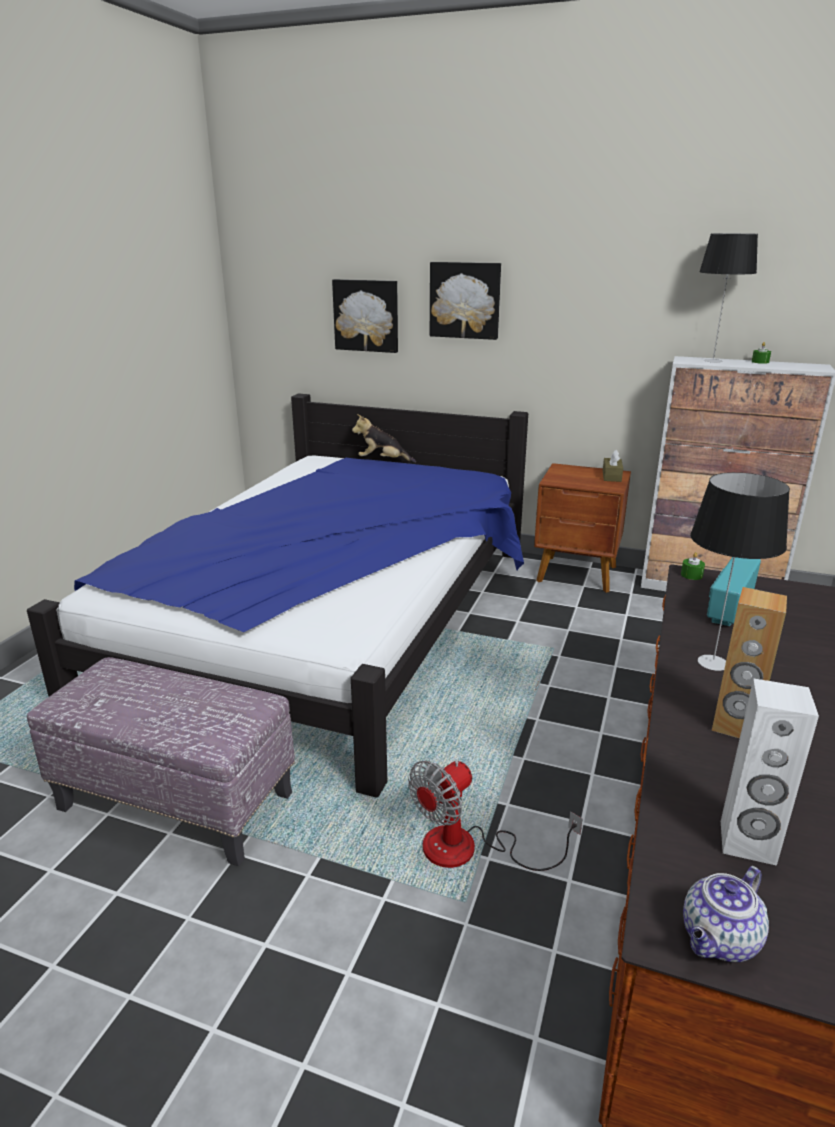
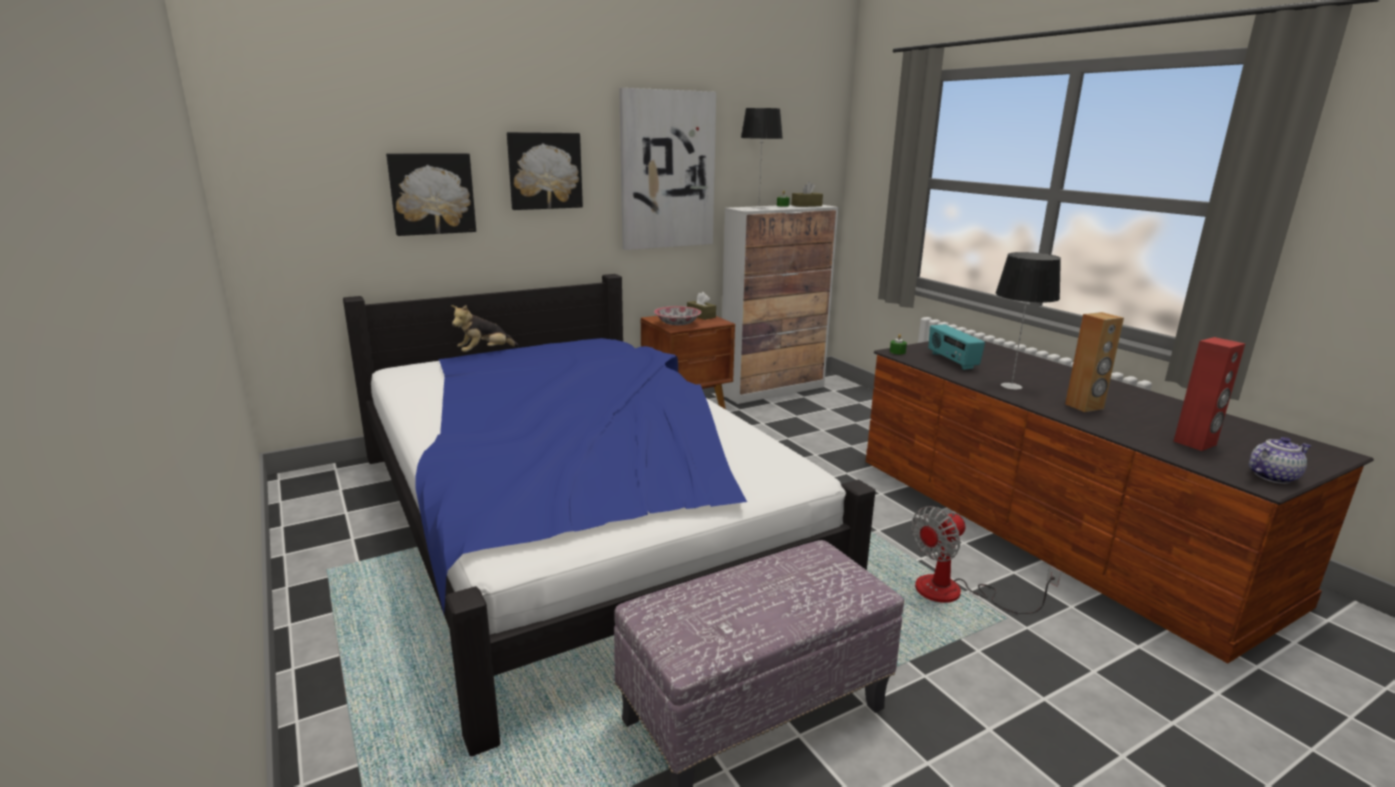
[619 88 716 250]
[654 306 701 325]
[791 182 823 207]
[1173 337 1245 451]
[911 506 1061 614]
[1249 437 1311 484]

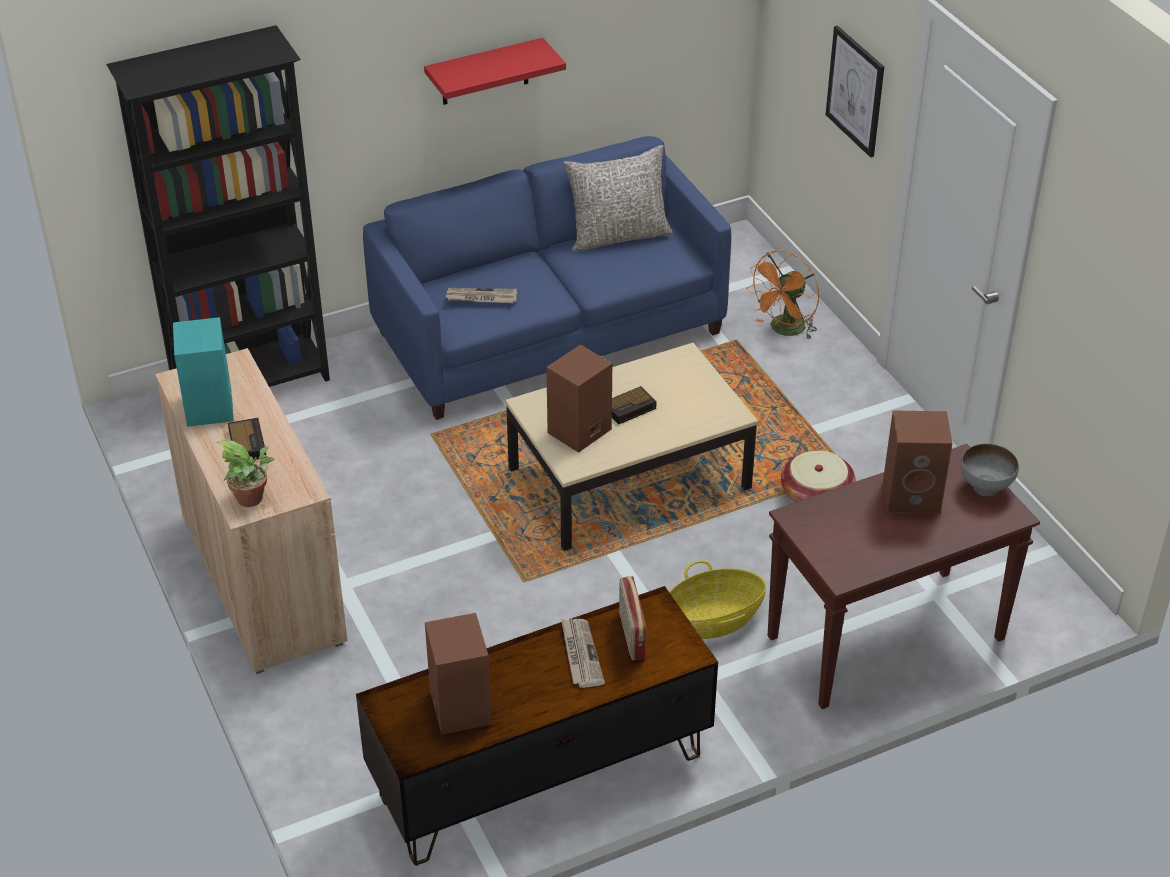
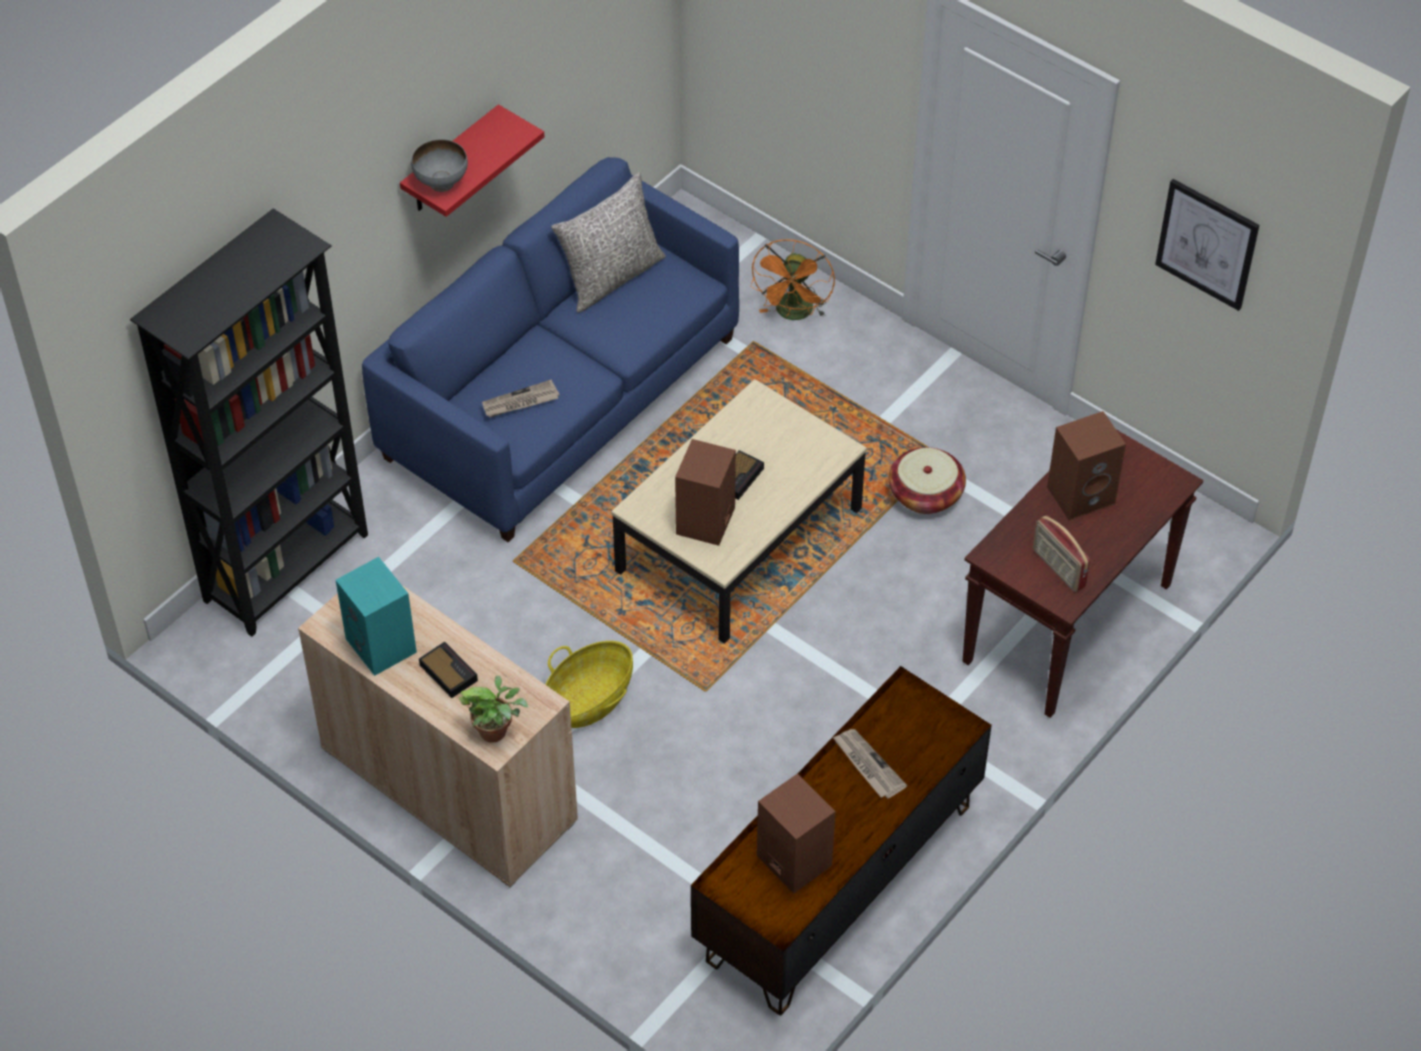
[1033 515 1090 592]
[545 641 633 728]
[1155 179 1259 311]
[411 139 468 192]

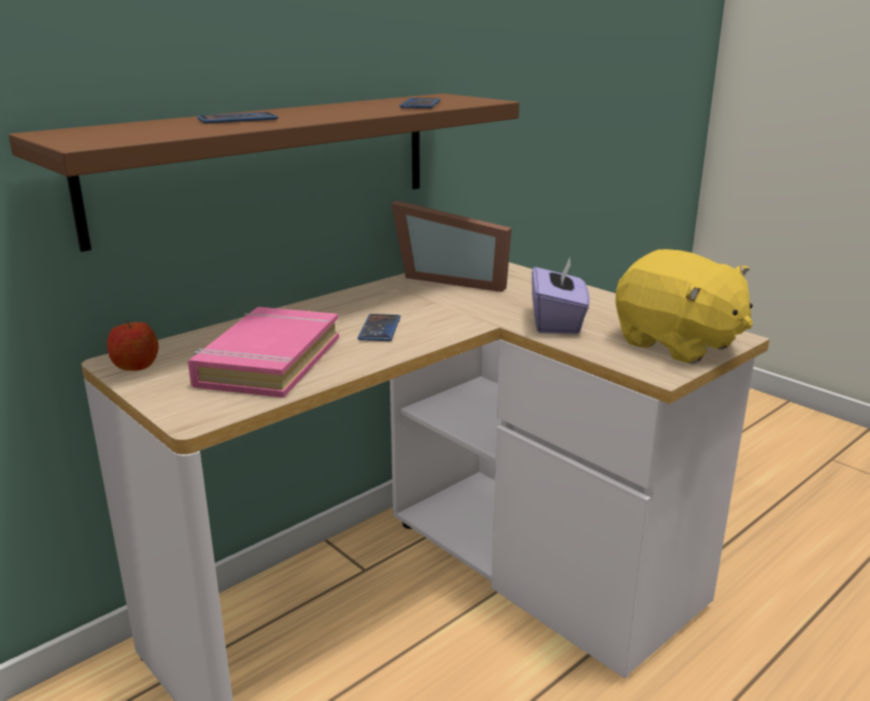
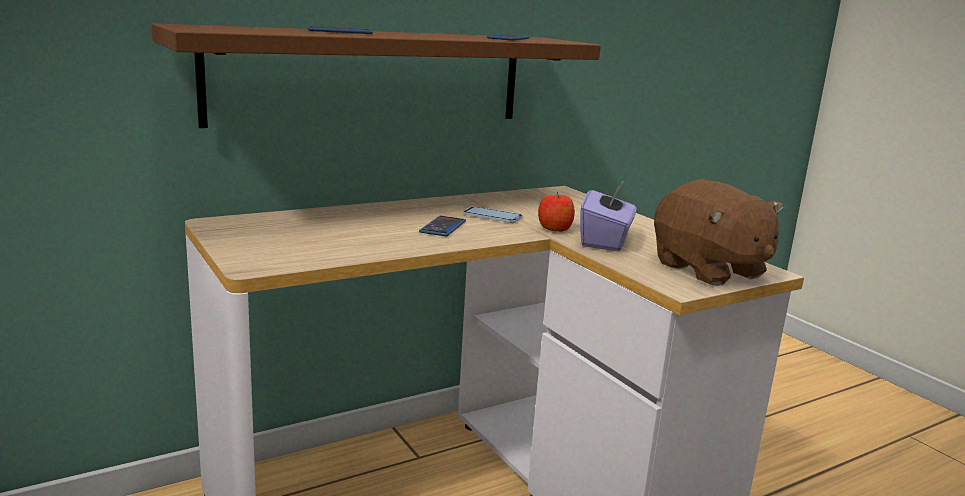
[188 307 339 398] (first image)
[391 201 512 292] (first image)
[463 206 523 223]
[538 191 575 232]
[654 179 784 286]

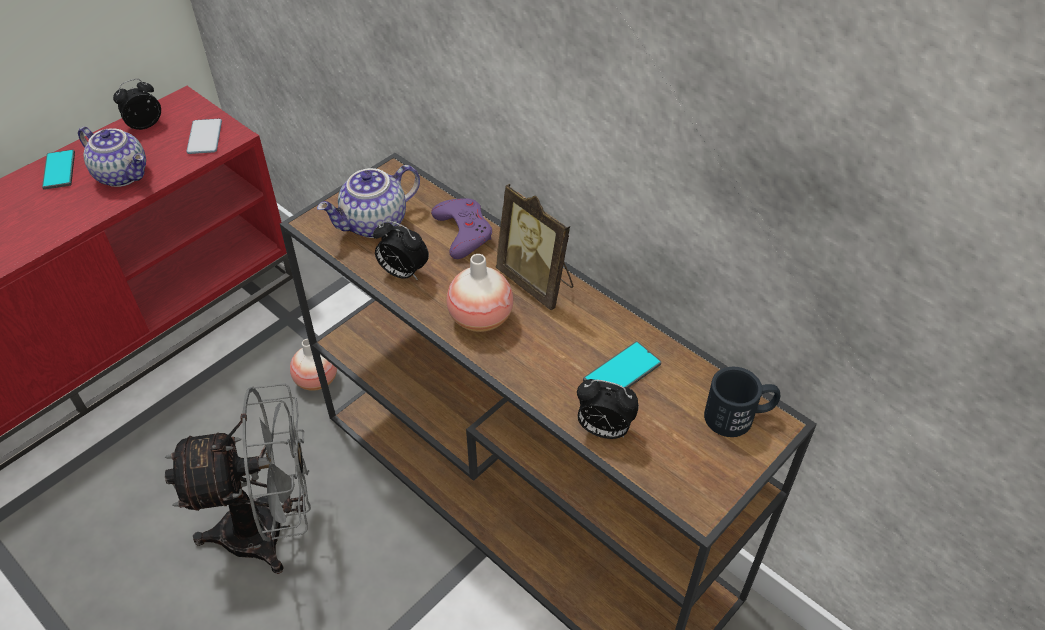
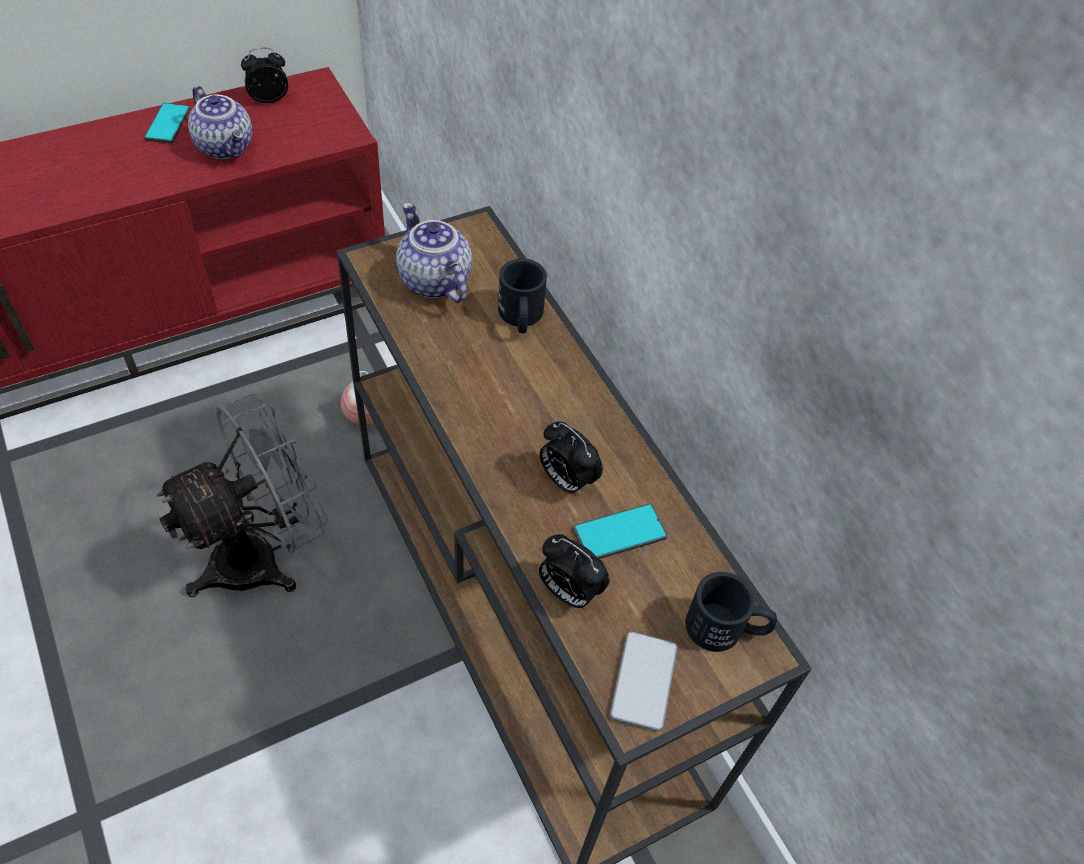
[446 254 513 332] (first image)
[496 184 573 310] (first image)
[610 631 677 731]
[540 421 603 496]
[498 258 547 334]
[156 393 328 597]
[396 202 472 303]

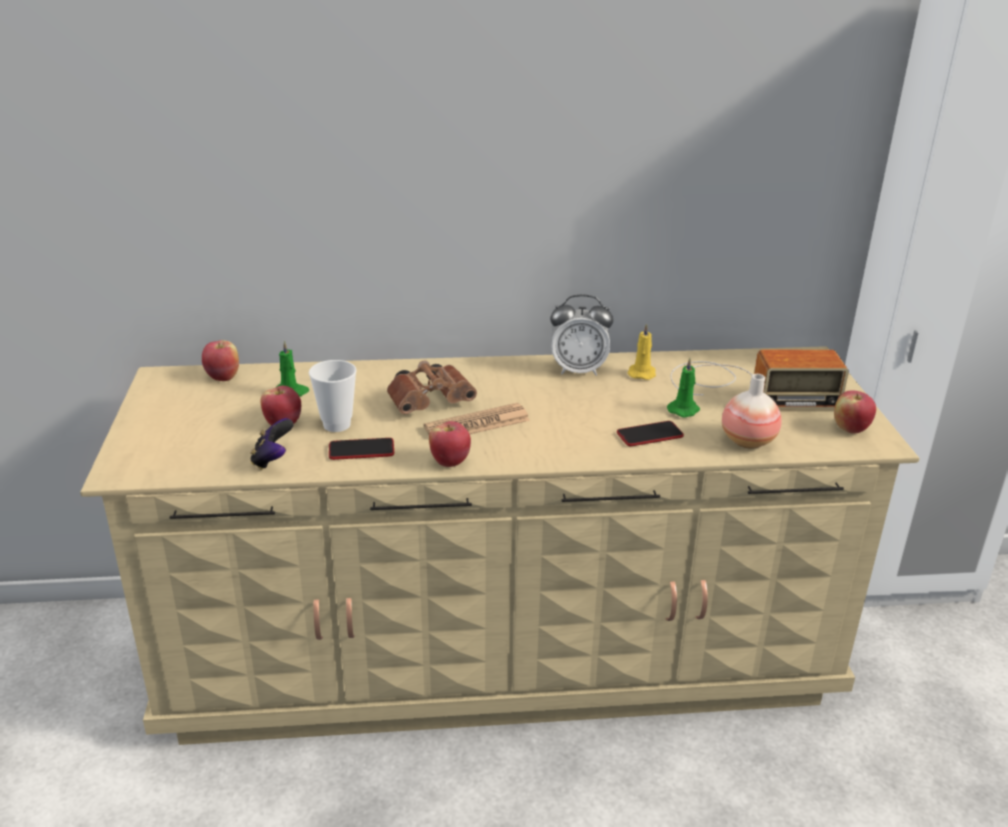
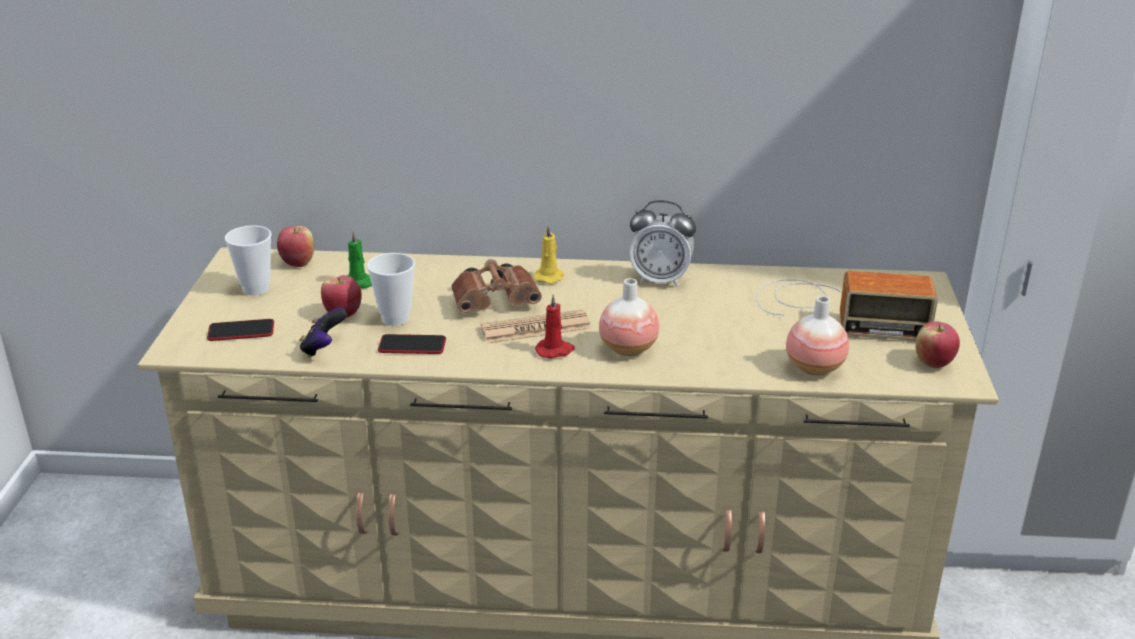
[429 421 471 467] (first image)
[667 358 700 417] (first image)
[225 225 271 295]
[535 294 575 358]
[599 278 659 356]
[207 319 274 341]
[533 225 564 284]

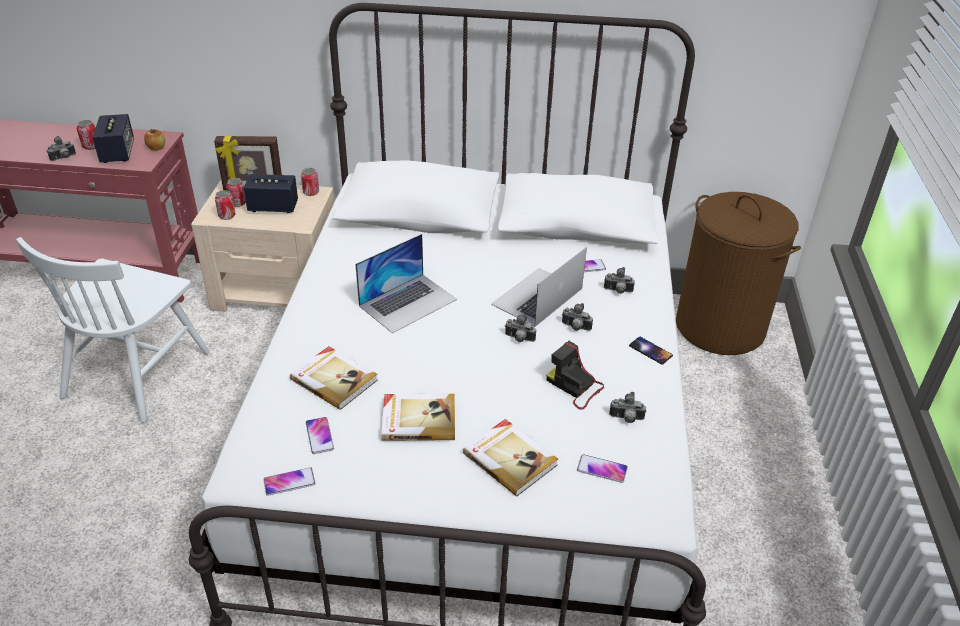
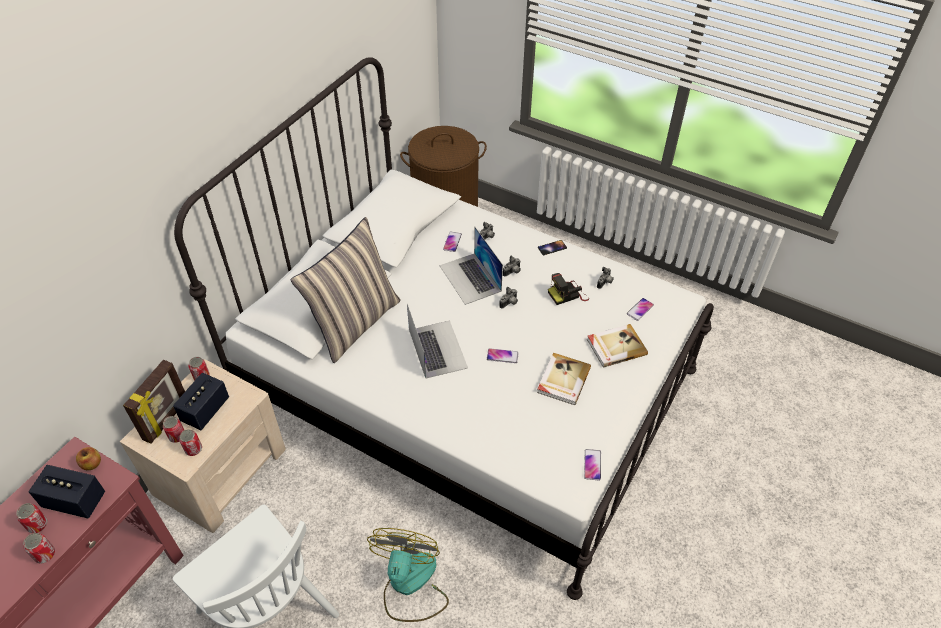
[290 346 378 410] (first image)
[291 217 401 363]
[367 528 449 622]
[487 348 519 363]
[23 533 55 564]

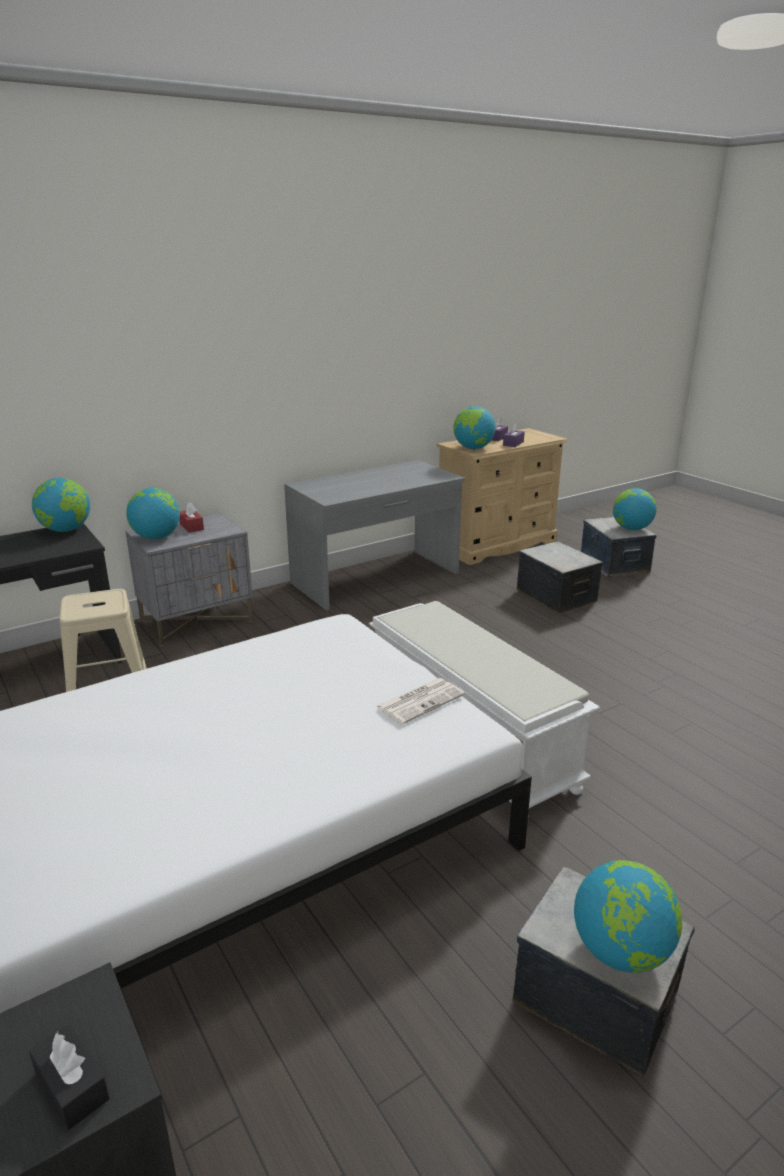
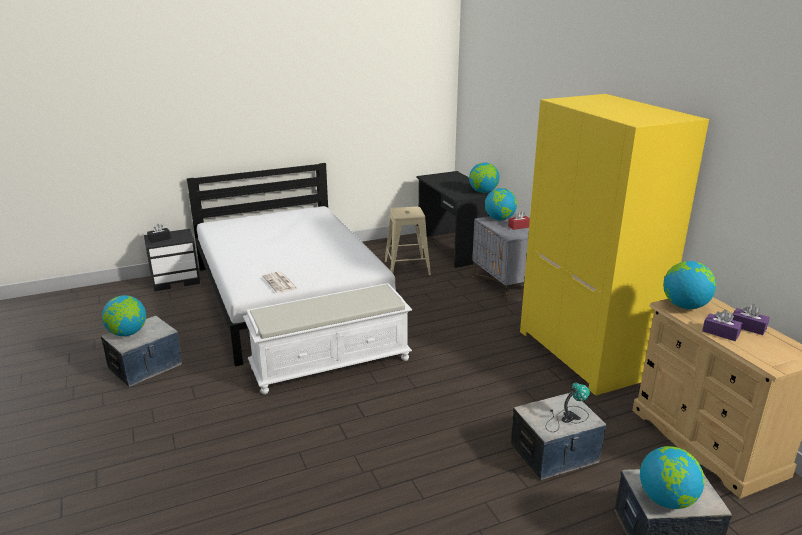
[546 382 590 432]
[520 94 709 396]

